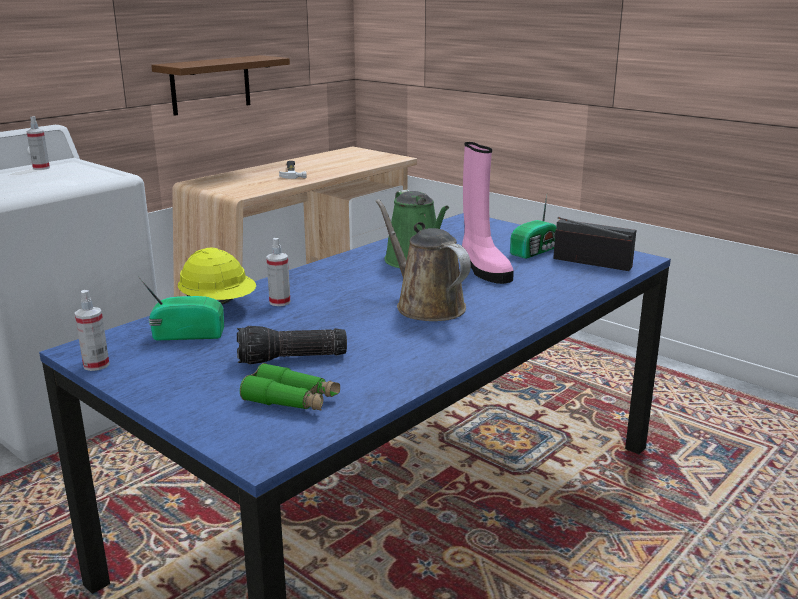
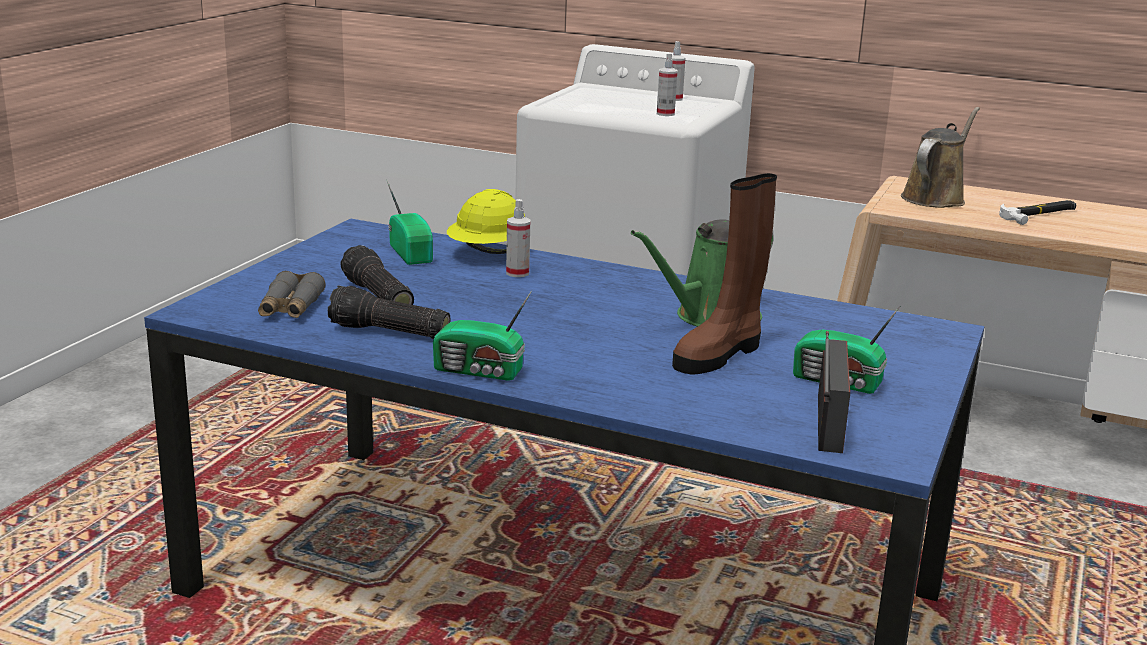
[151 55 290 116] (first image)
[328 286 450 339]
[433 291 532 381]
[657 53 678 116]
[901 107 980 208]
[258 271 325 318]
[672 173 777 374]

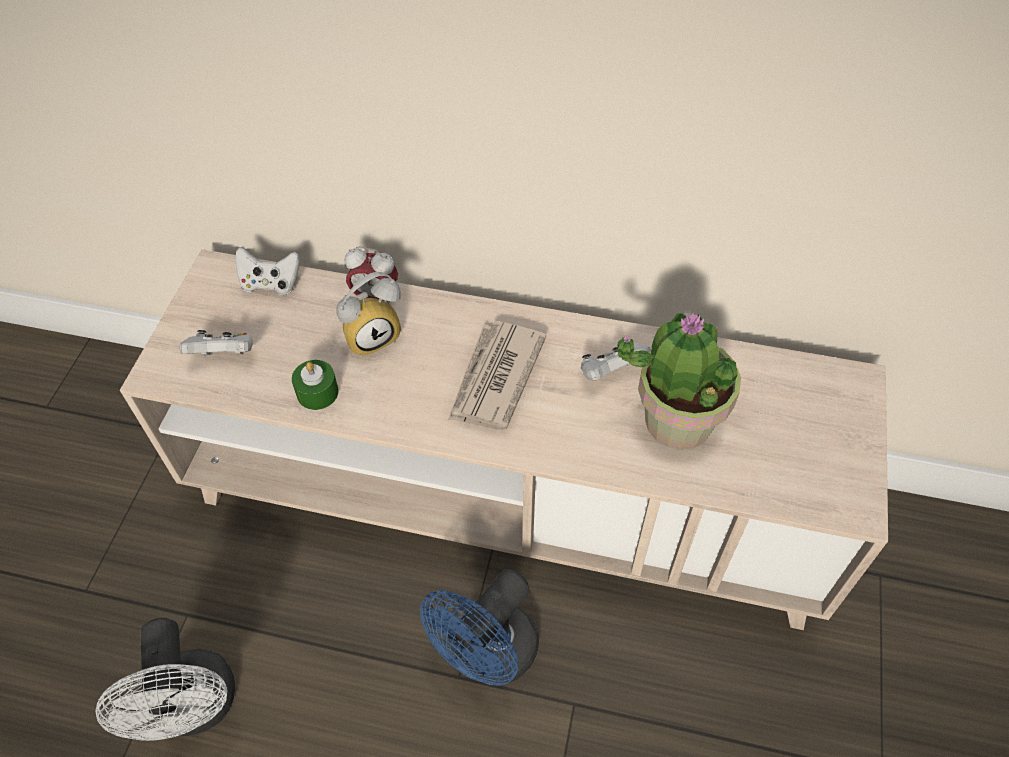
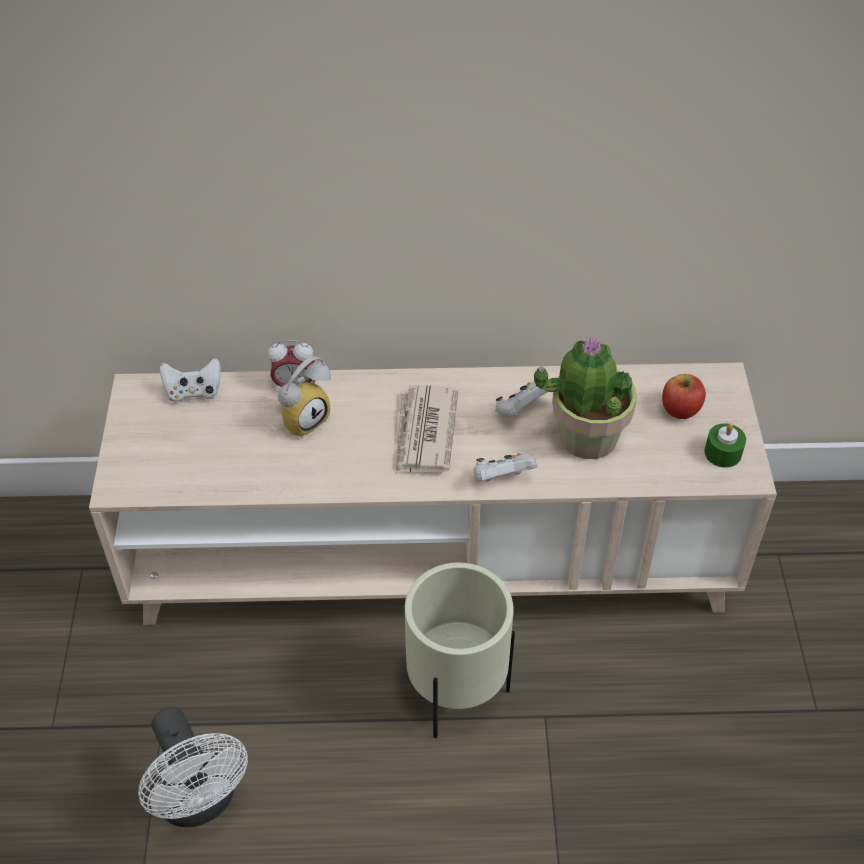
[662 374 706 419]
[474 453 538 482]
[704 423 746 468]
[405 563 515 738]

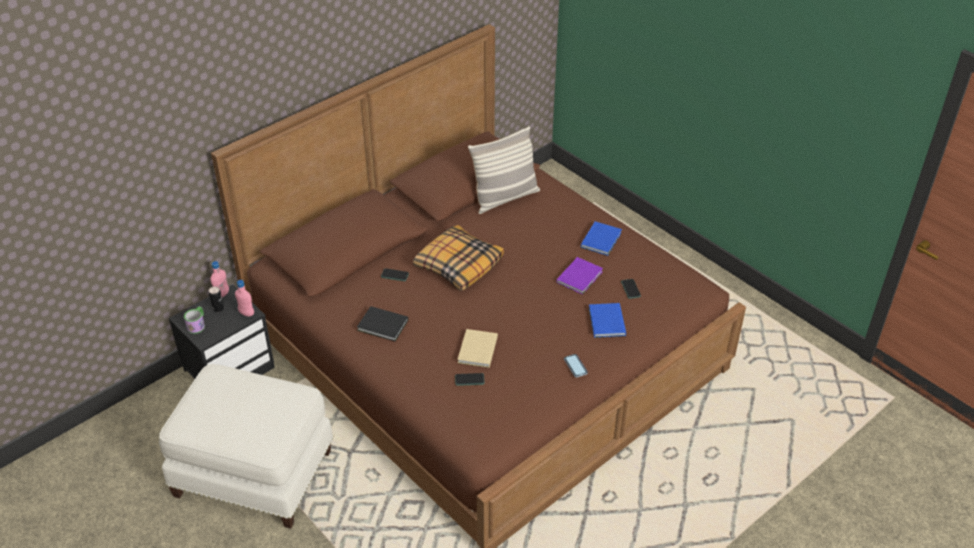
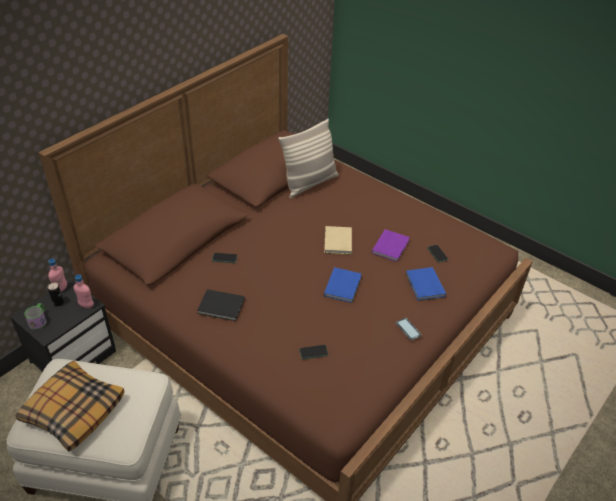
[15 360 125 452]
[324 226 352 254]
[324 267 361 303]

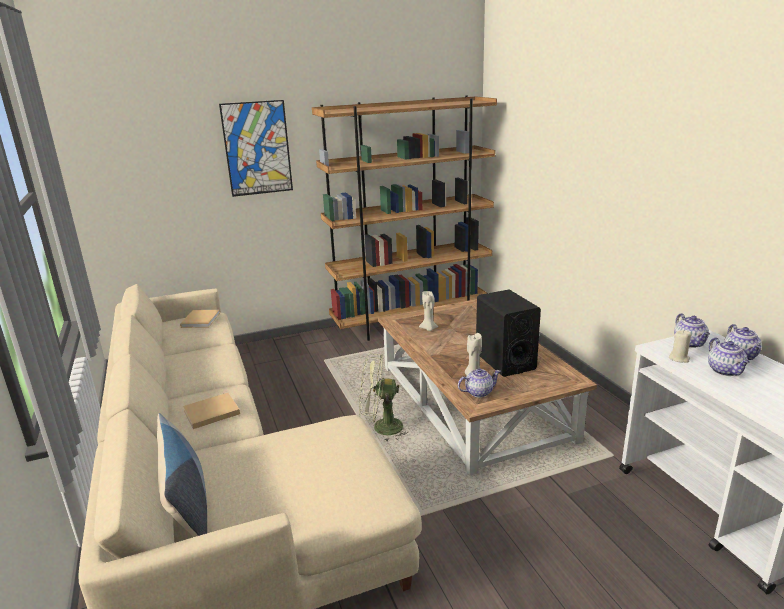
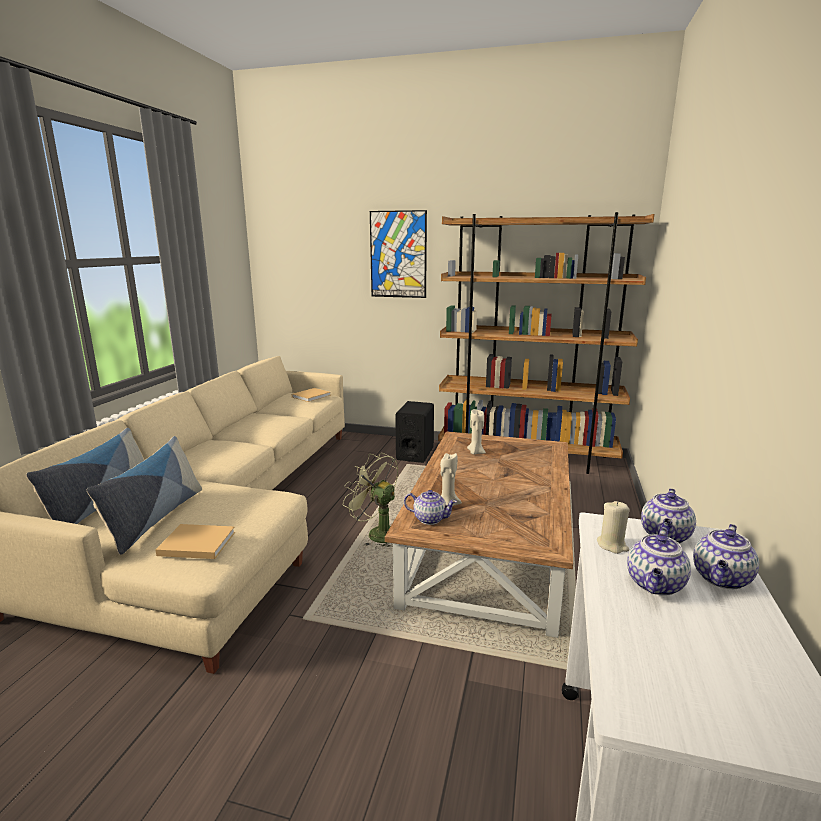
[87 436 202 555]
[155 524 235 559]
[395 401 434 463]

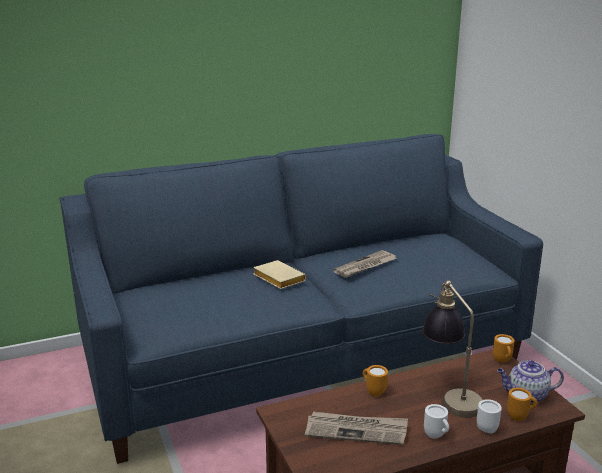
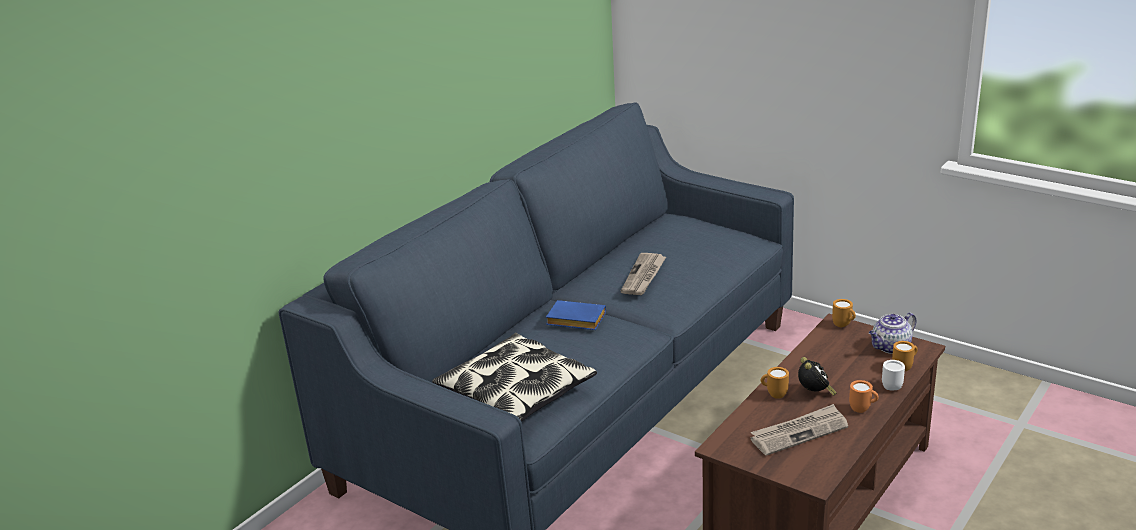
[422 280 482 418] (first image)
[432 333 597 422]
[798 357 836 396]
[546 300 606 330]
[849 380 879 413]

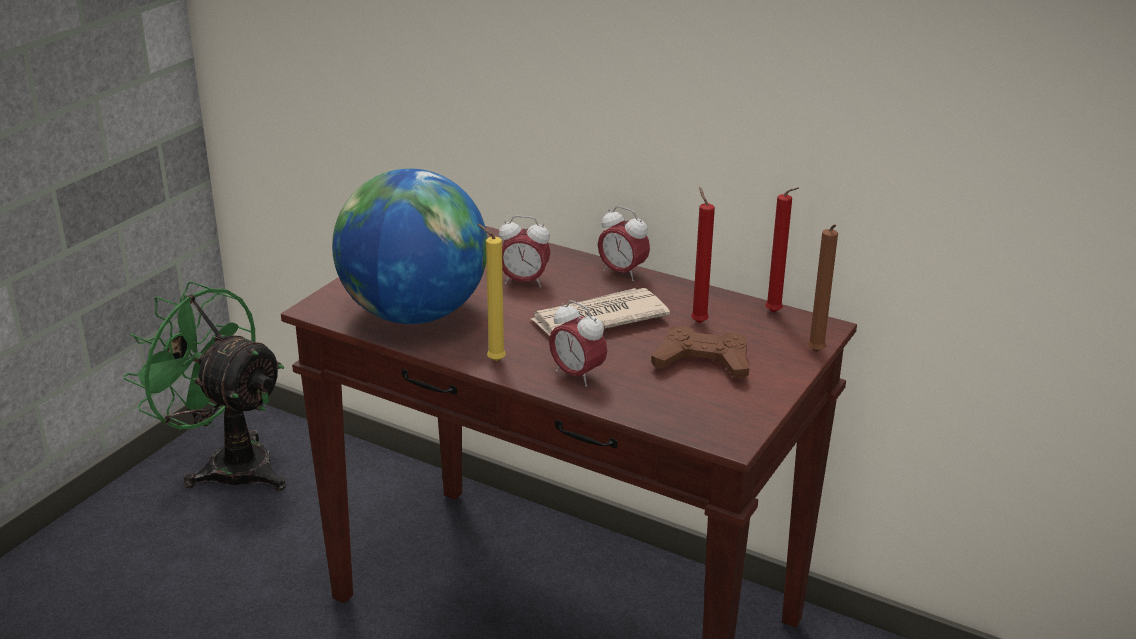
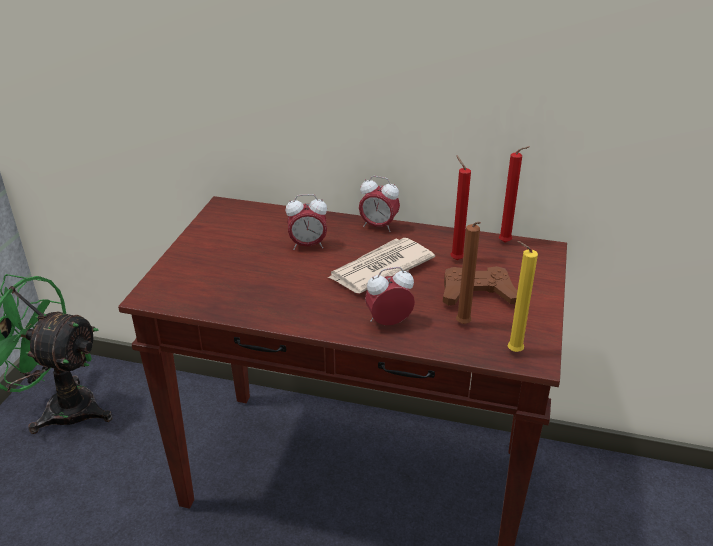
[332 169 487 324] (first image)
[508 241 538 352]
[456 222 481 324]
[365 267 415 325]

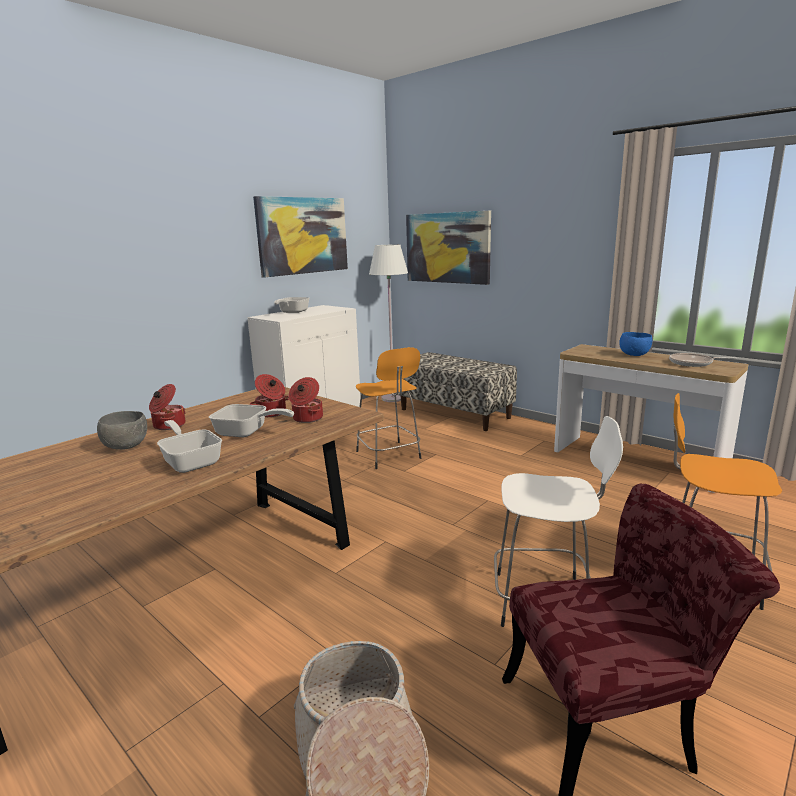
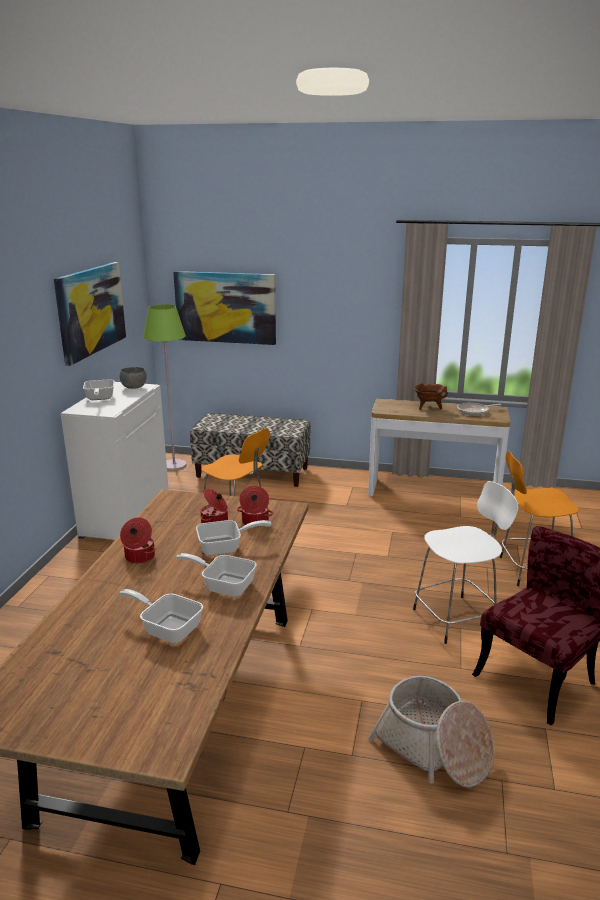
[119 589 203 643]
[120 367 147 389]
[414 383 448 410]
[143 304 187 471]

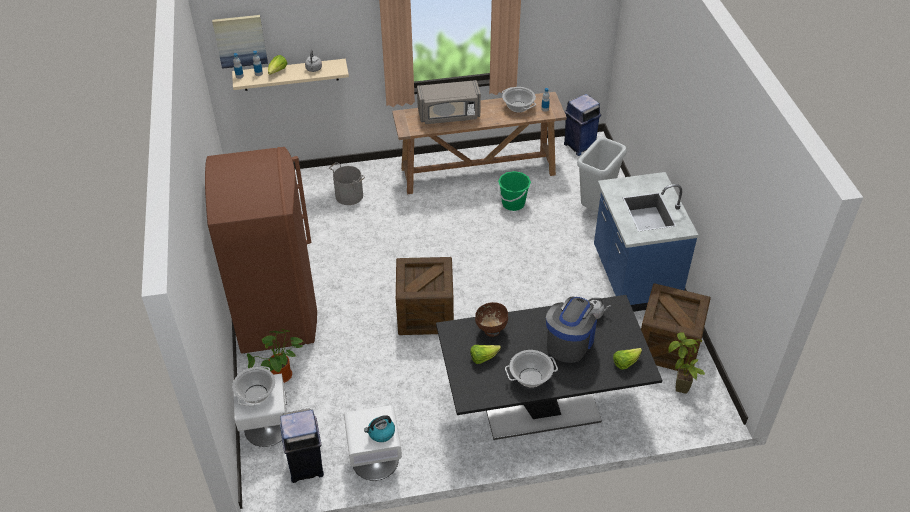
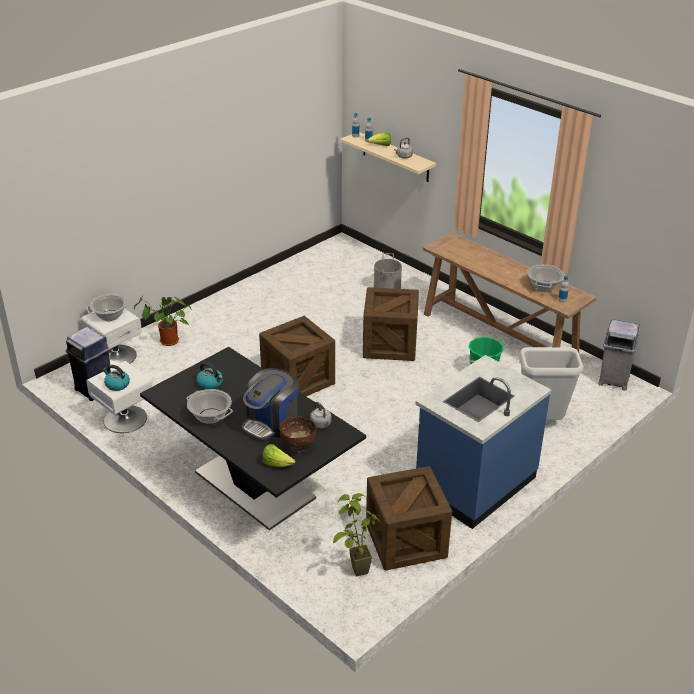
[205 147 317 354] (first image)
[212 15 268 69] (first image)
[417 80 481 124] (first image)
[363 287 419 361]
[279 417 317 454]
[196 362 223 390]
[598 319 639 390]
[241 368 299 441]

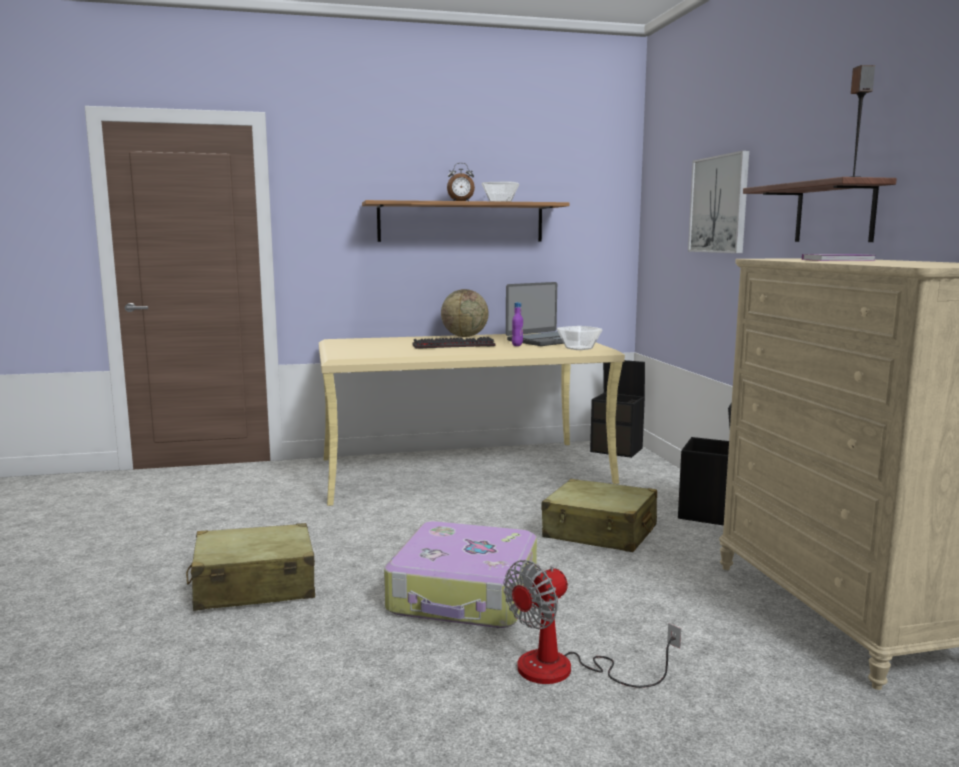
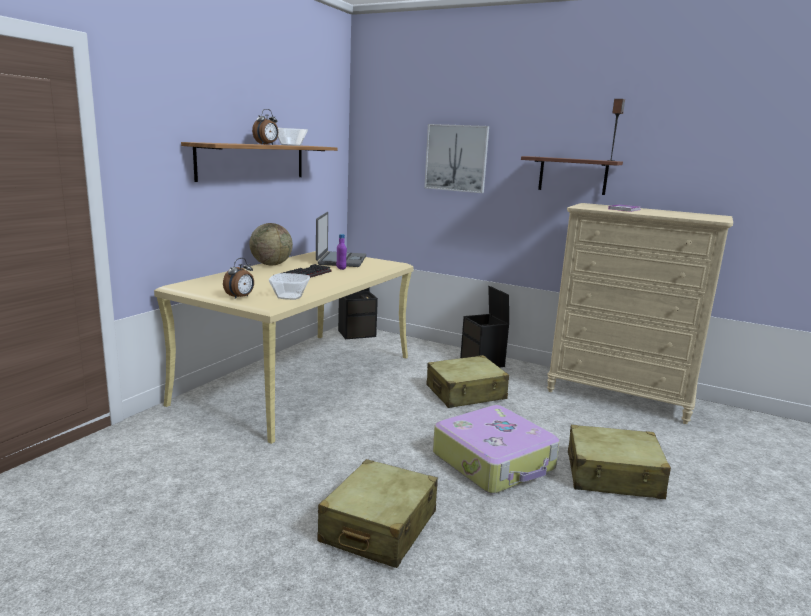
[223 258 254 299]
[269 273 310 300]
[568 425 671 499]

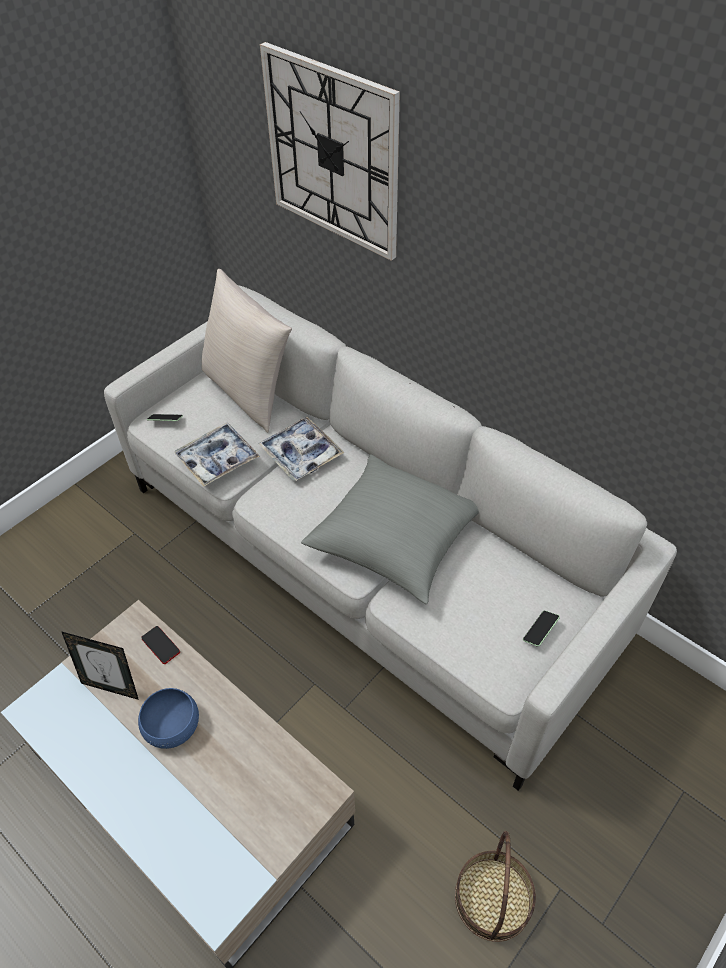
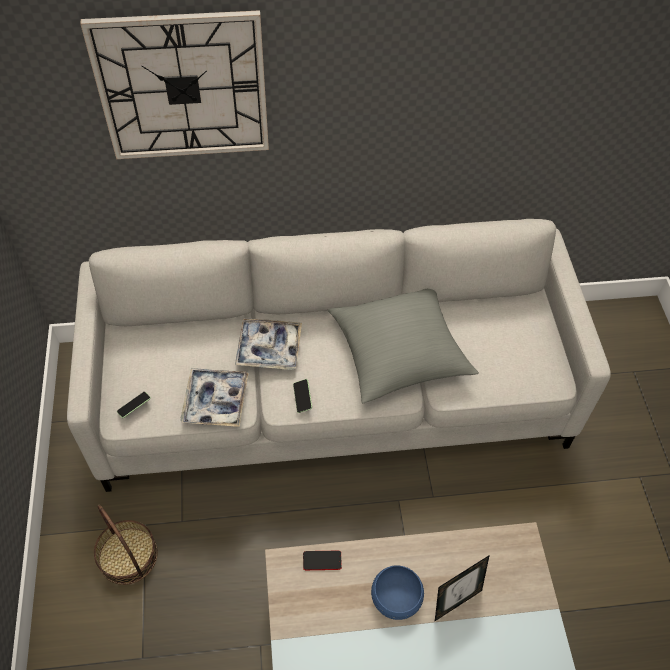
[202 269 292 433] (first image)
[435 555 490 621]
[94 505 158 585]
[293 379 312 413]

